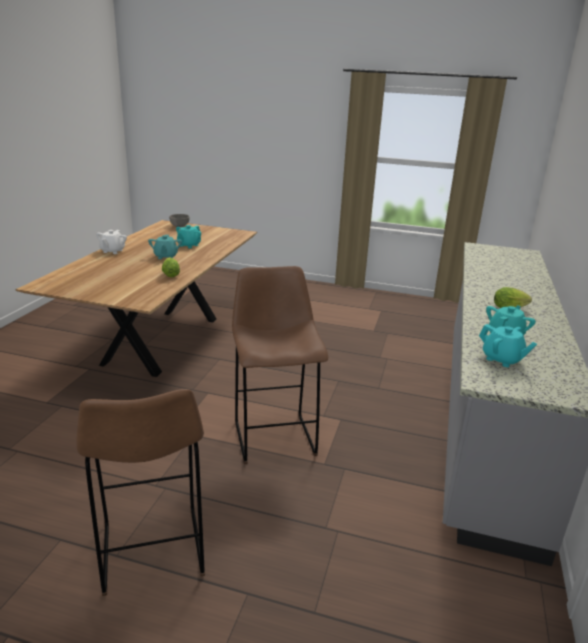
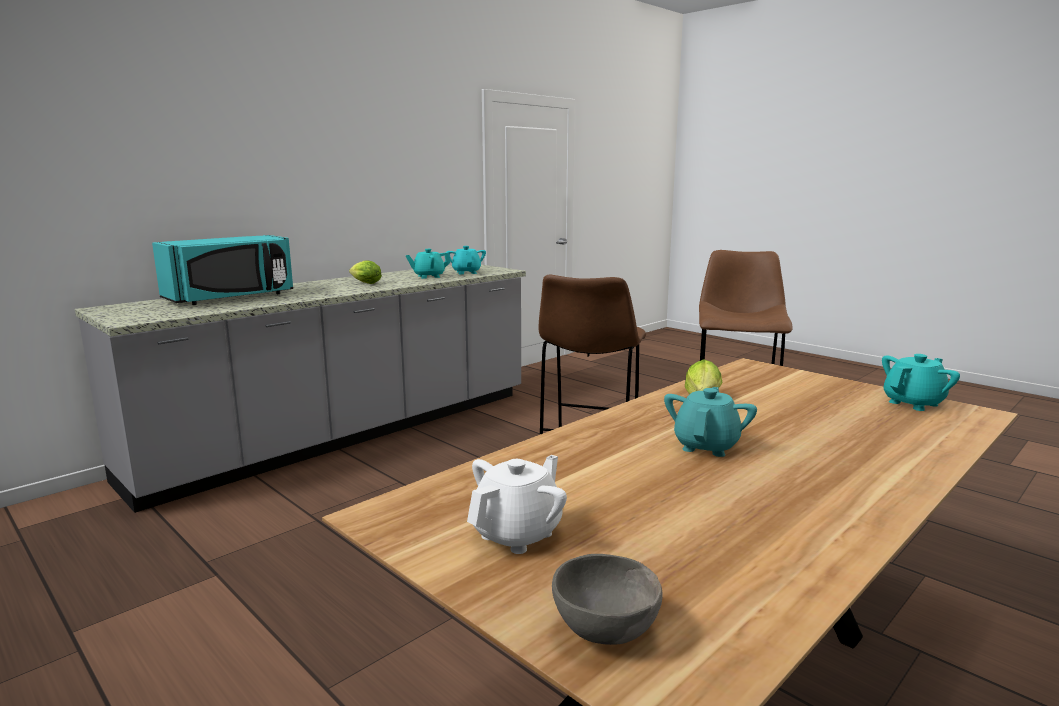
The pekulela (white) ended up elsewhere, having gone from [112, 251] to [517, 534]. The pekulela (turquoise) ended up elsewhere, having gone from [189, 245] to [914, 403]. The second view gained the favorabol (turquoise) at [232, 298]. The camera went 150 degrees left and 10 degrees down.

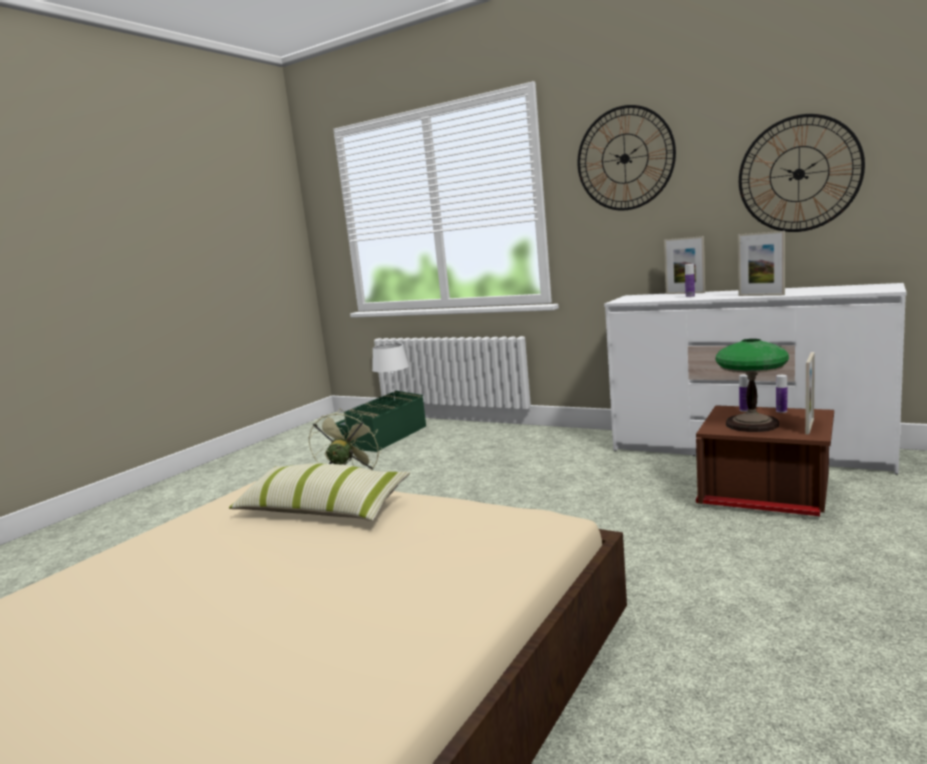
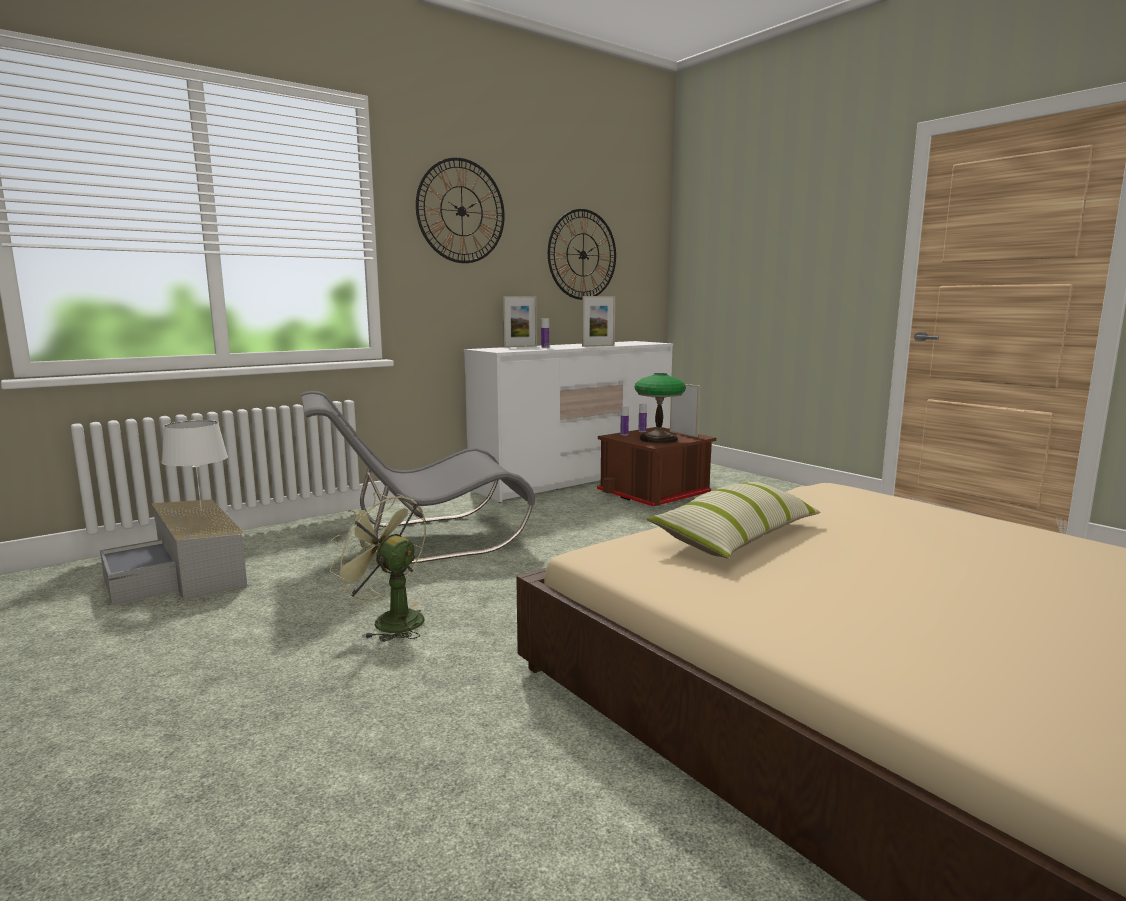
What was the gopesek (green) at [379, 437] turned into the gopesek (grey) at [183, 576]. The second view gained the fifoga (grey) at [420, 541]. The camera went 70 degrees left and 0 degrees up.

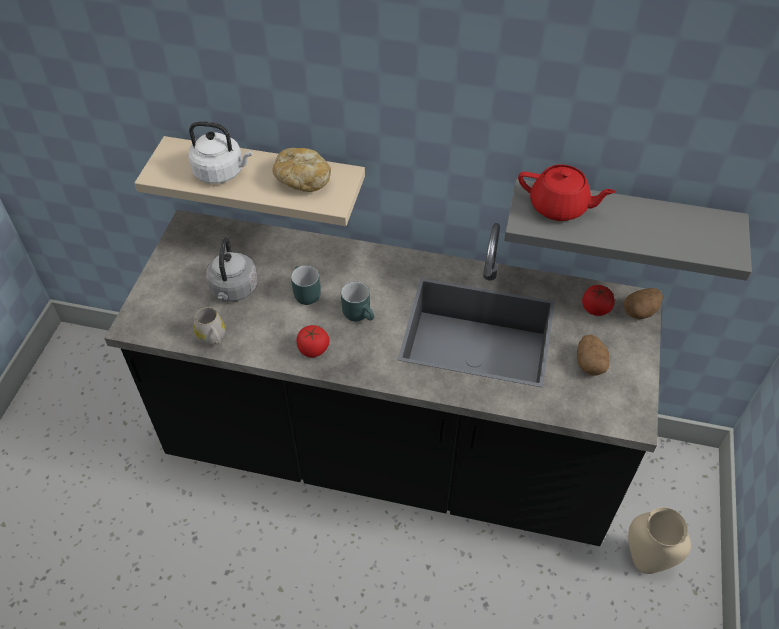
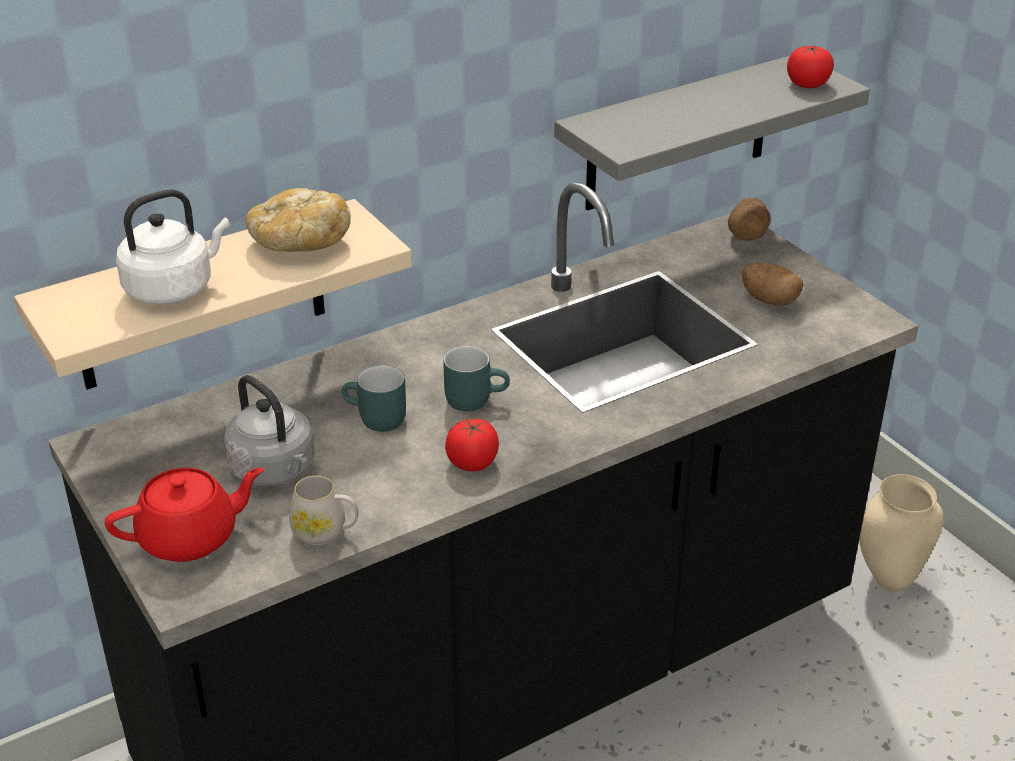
The pekulela (red) ended up elsewhere, having gone from [559, 207] to [190, 537]. The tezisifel ended up elsewhere, having gone from [595, 308] to [807, 84]. The camera went 45 degrees left and 15 degrees down.

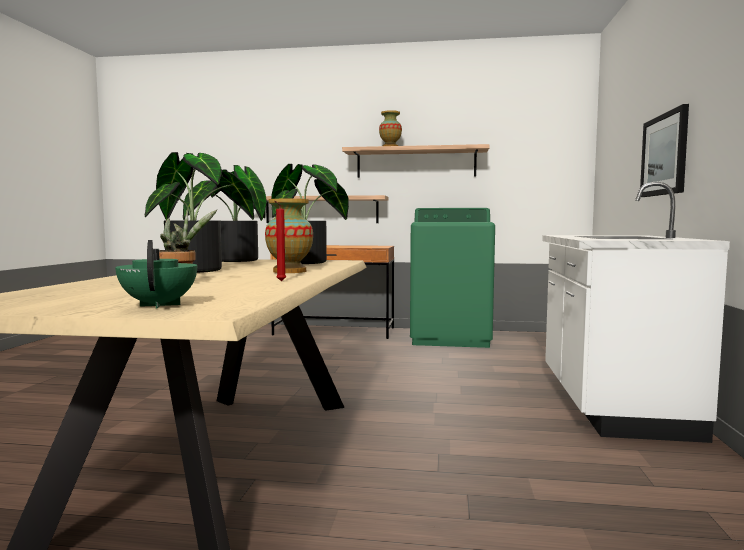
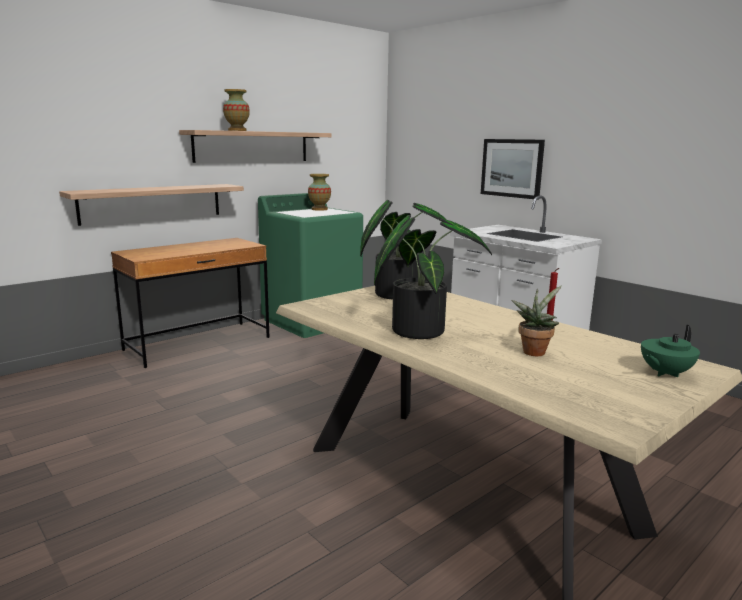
The pekulela (green) at [160, 305] ended up facing another way, 60 degrees counterclockwise from before. The second view lost the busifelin at [230, 260]. The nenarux ended up elsewhere, having gone from [290, 271] to [319, 209]. The camera went 50 degrees left and 10 degrees up.

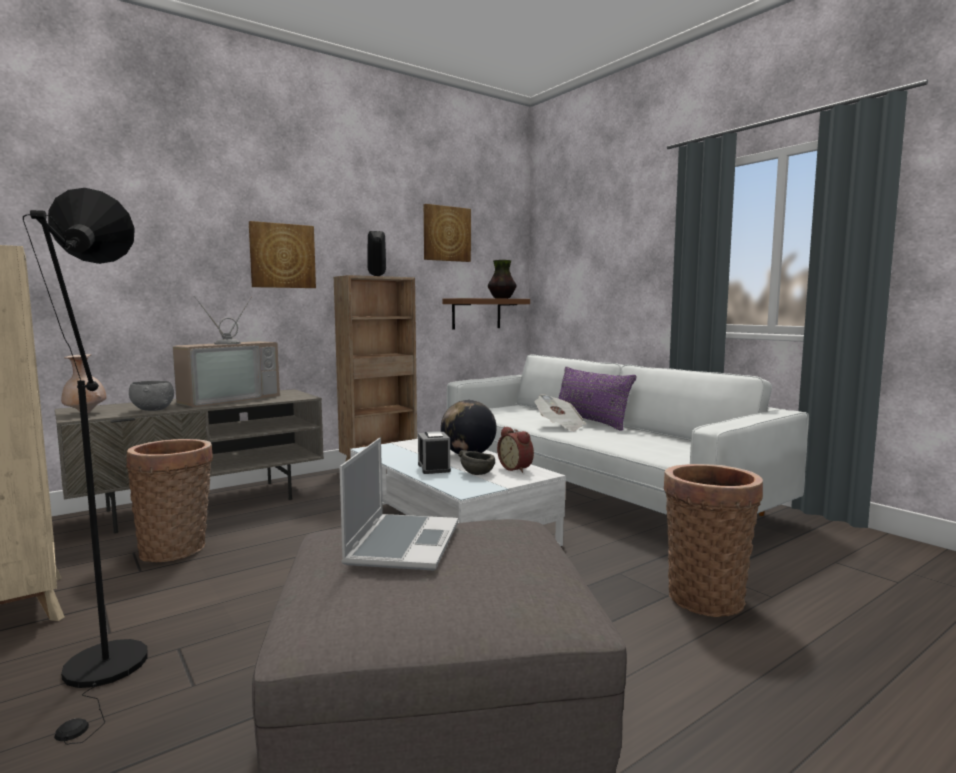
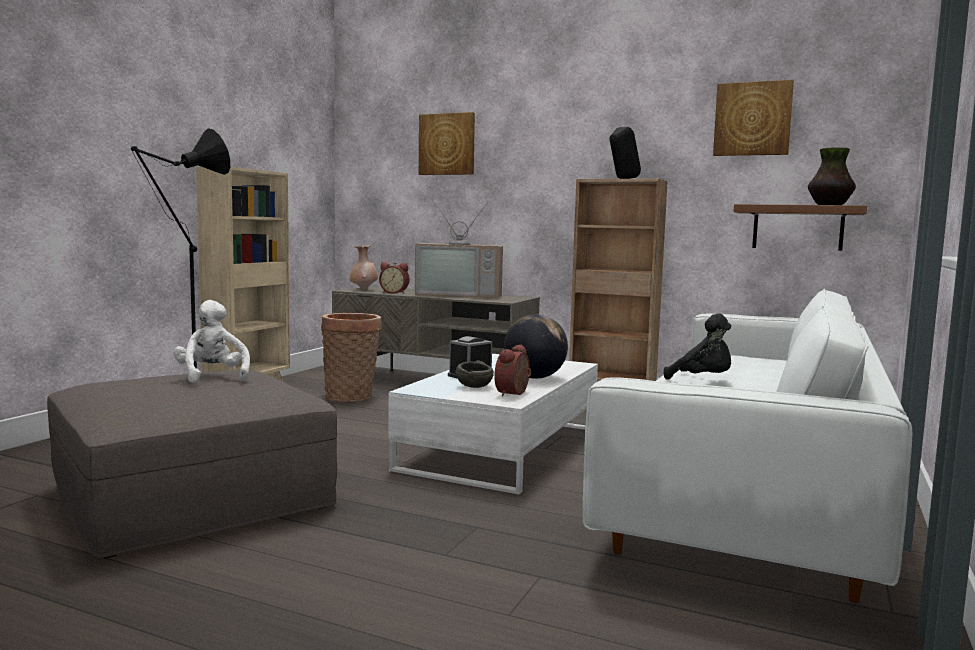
Where the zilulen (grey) stood at [153, 409], the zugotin came to stand at [394, 293]. The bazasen ended up elsewhere, having gone from [282, 256] to [447, 144]. Where the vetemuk stood at [402, 543], the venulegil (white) came to stand at [212, 377]. Where the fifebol stood at [560, 426], the venulegil (black) came to stand at [702, 380]. The second view lost the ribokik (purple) at [590, 422]. The second view lost the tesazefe at [706, 596]. The camera went 60 degrees right and 0 degrees up.

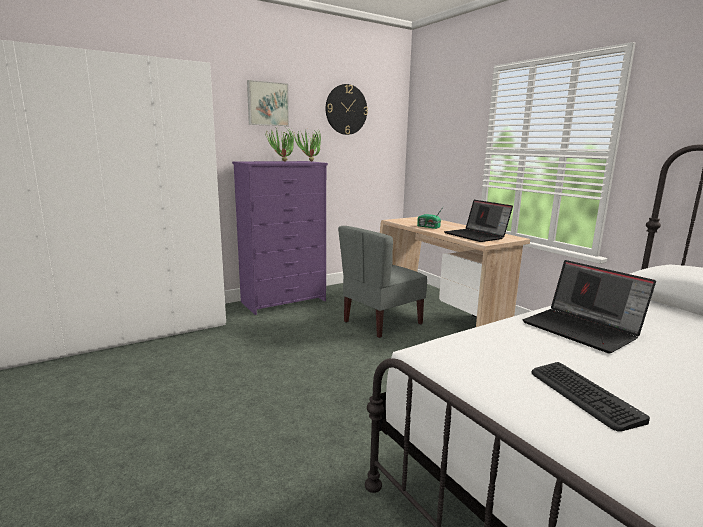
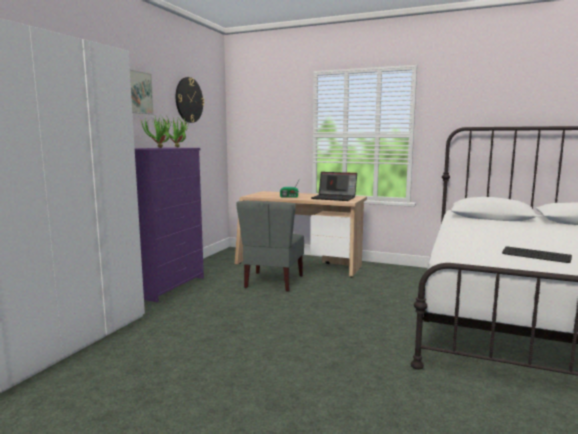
The second view lost the vetemuk at [583, 329]. The camera went 35 degrees left and 5 degrees down.

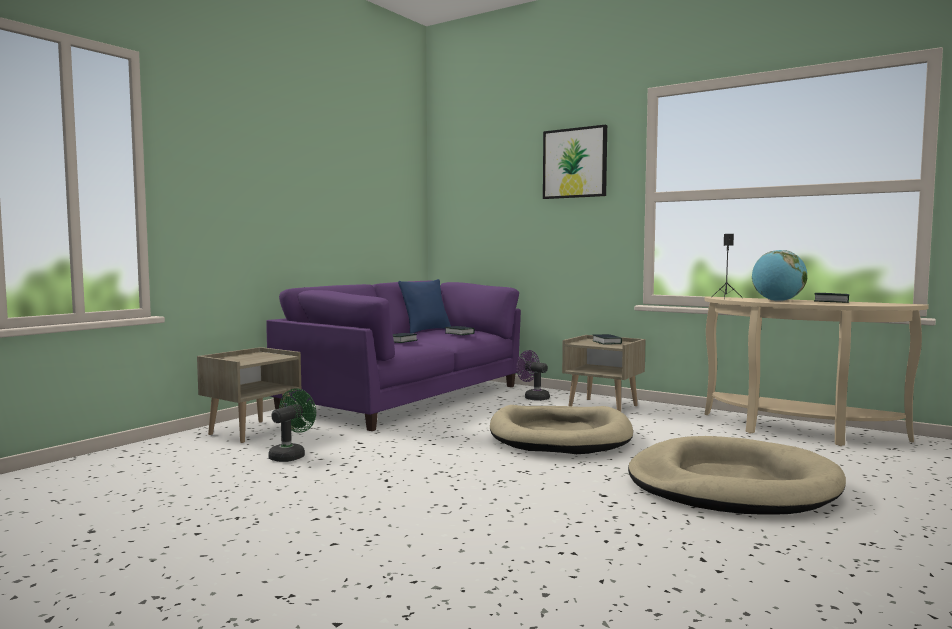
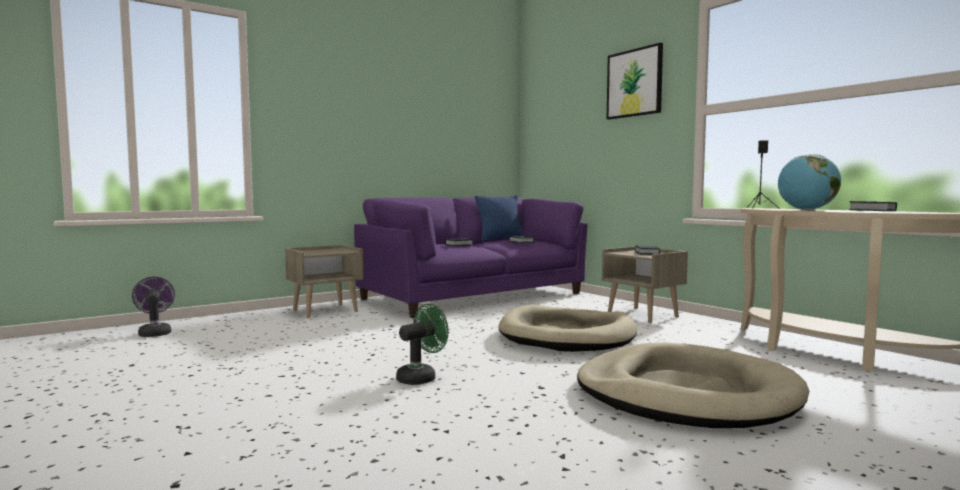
The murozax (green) ended up elsewhere, having gone from [291, 455] to [421, 377]. The murozax (purple) ended up elsewhere, having gone from [533, 397] to [155, 333]. The camera went 20 degrees right and 0 degrees up.

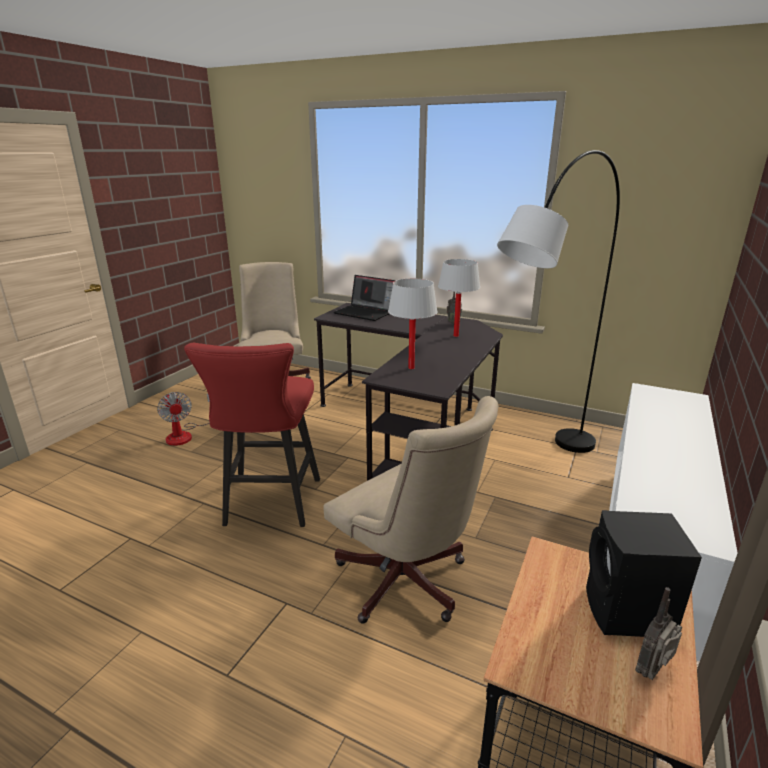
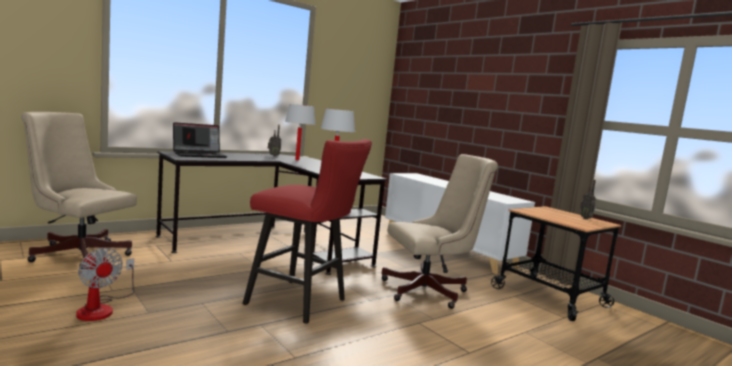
The murozax at [185, 434] ended up facing another way, 45 degrees clockwise from before. The second view lost the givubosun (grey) at [538, 472]. The second view lost the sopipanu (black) at [628, 614]. The camera went 65 degrees left and 15 degrees down.

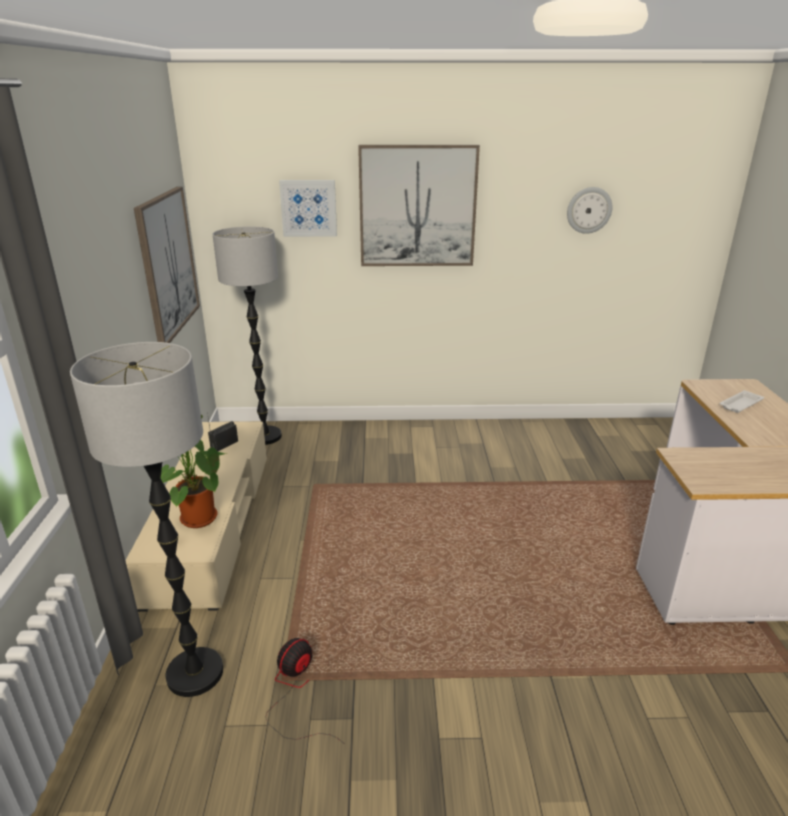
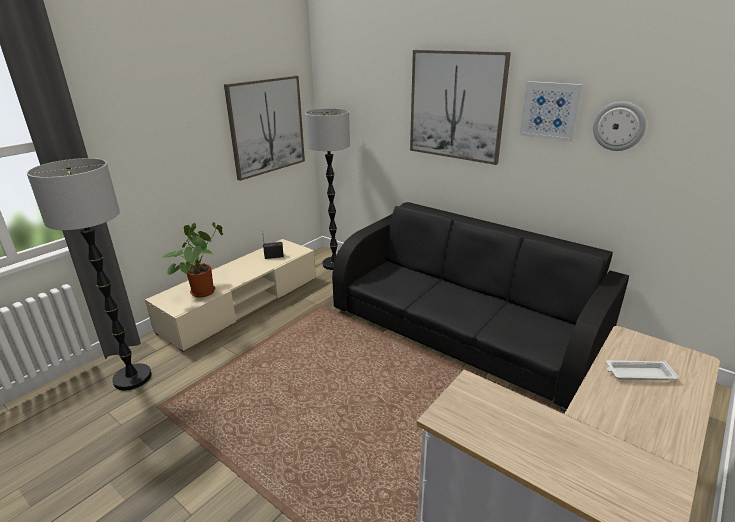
The second view lost the murozax at [296, 693]. The bazasen ended up elsewhere, having gone from [308, 208] to [550, 110]. The second view gained the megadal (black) at [464, 329]. The camera went 40 degrees right and 0 degrees up.

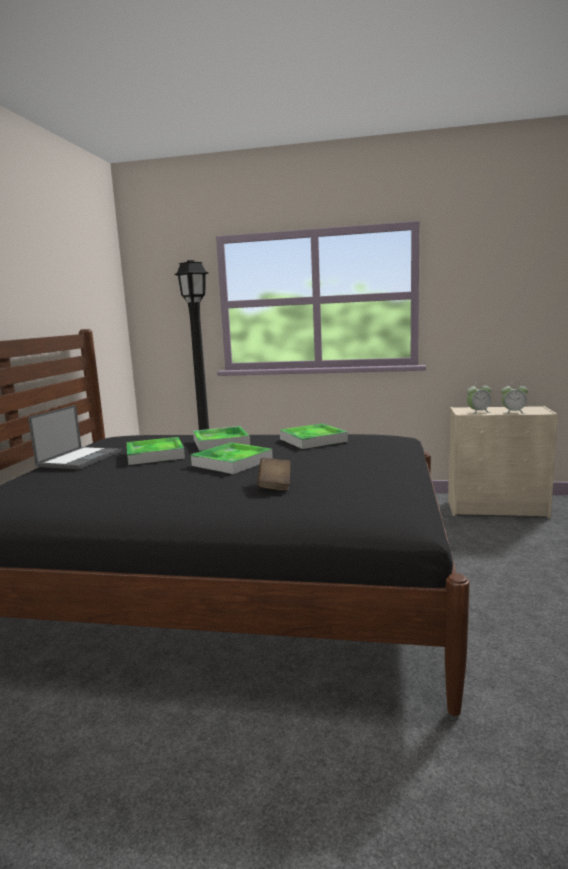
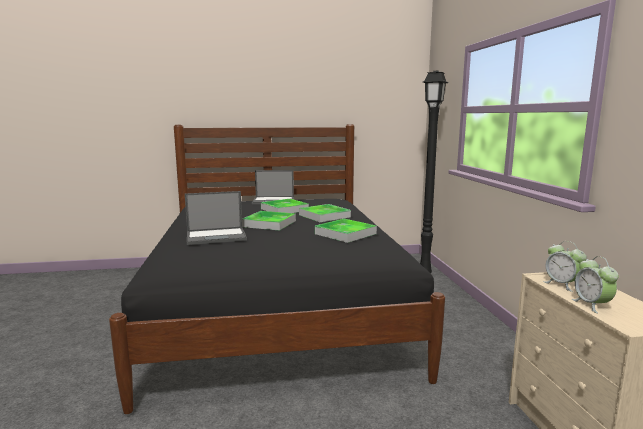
Where the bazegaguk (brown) stood at [275, 485], the vetemuk came to stand at [217, 236]. The camera went 70 degrees right and 0 degrees up.

